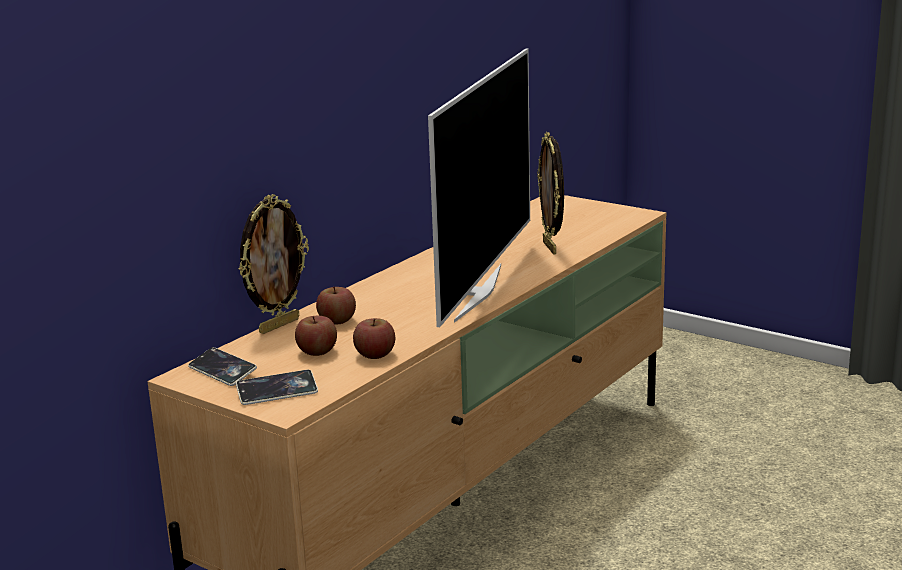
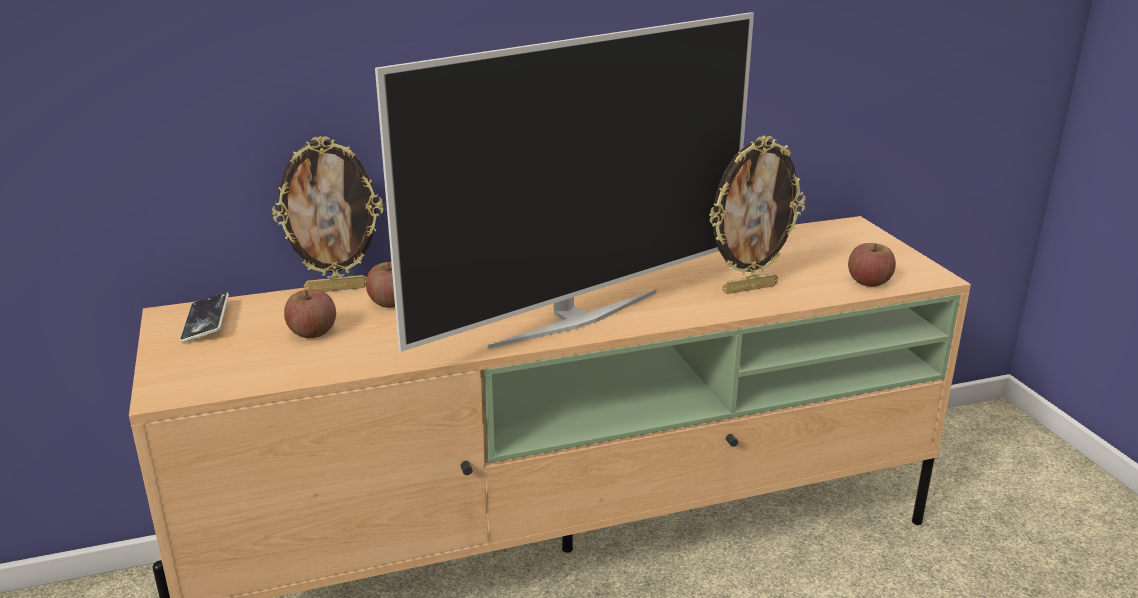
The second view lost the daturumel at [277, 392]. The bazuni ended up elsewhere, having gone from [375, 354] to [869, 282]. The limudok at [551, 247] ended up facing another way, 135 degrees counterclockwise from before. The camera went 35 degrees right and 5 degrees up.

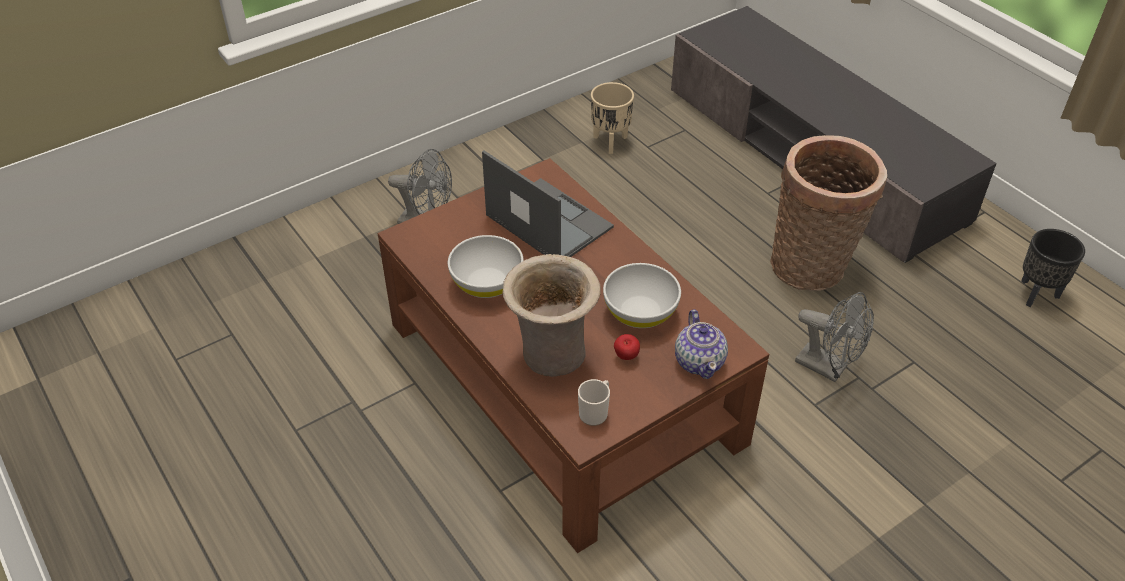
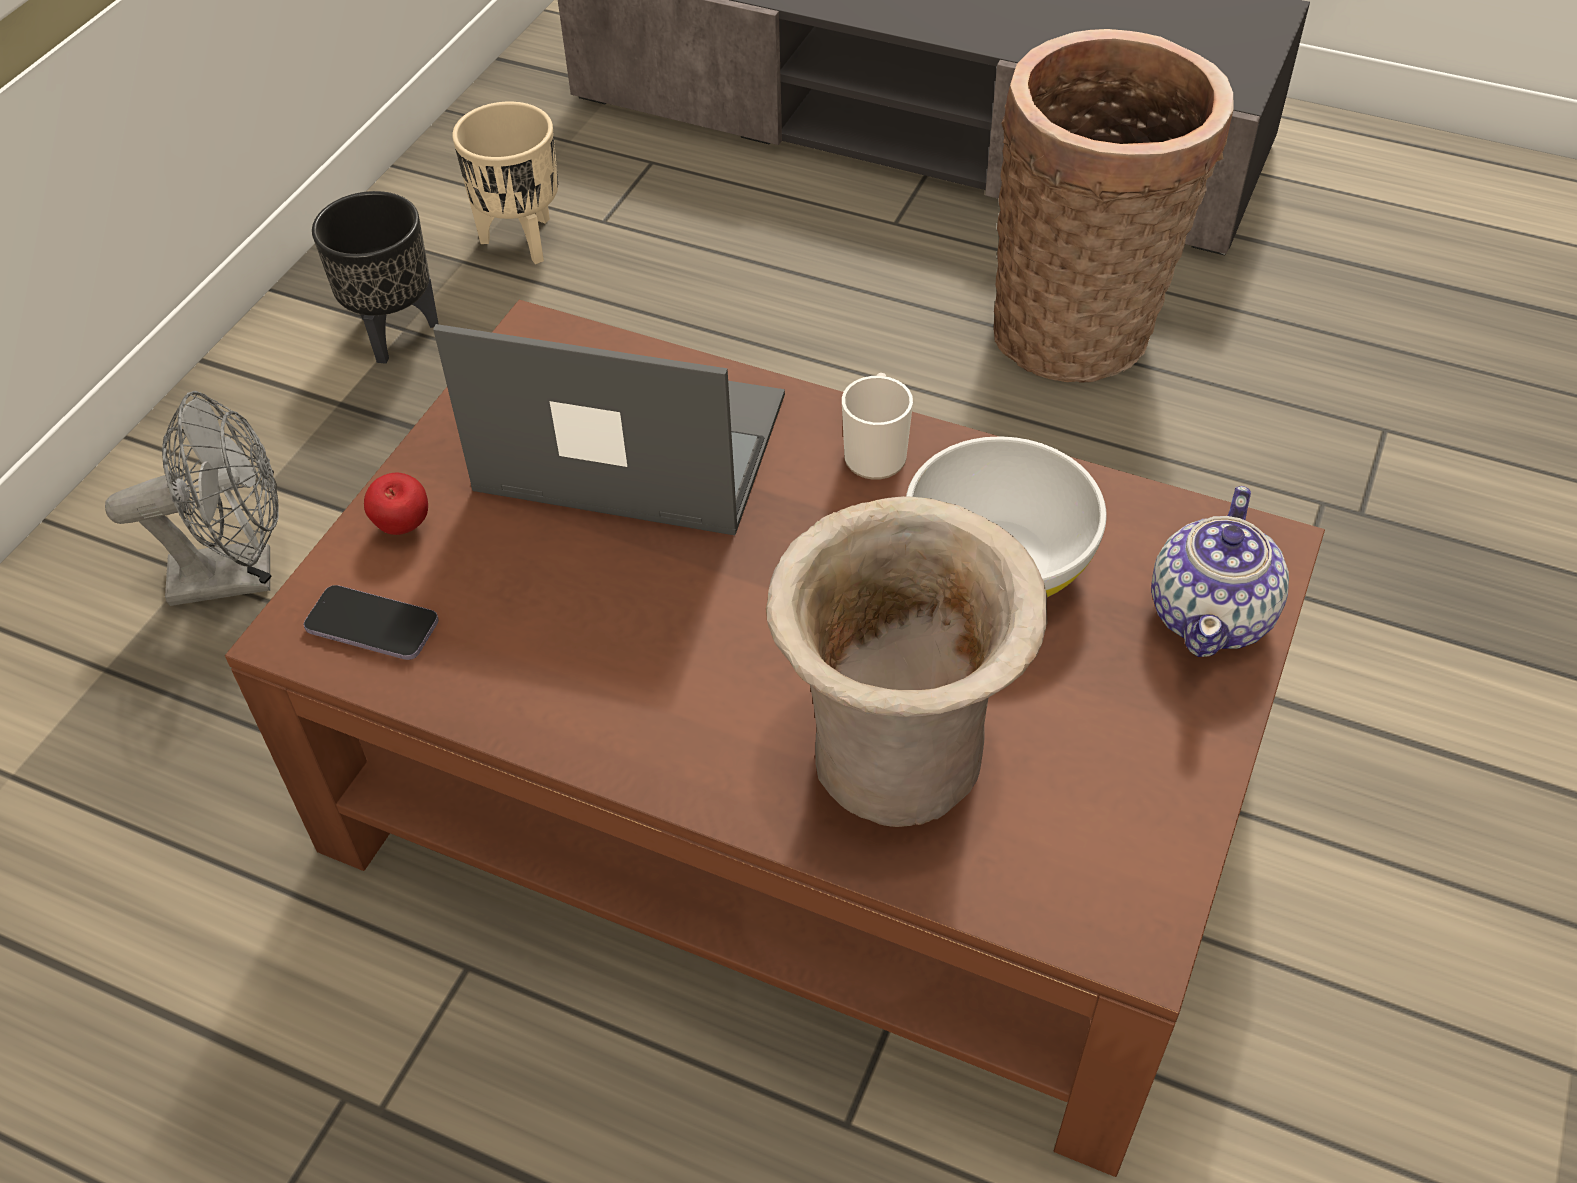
The second view lost the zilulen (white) at [487, 283]. The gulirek ended up elsewhere, having gone from [595, 412] to [876, 452]. The bazuni ended up elsewhere, having gone from [626, 357] to [403, 528]. The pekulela at [699, 361] ended up facing another way, 60 degrees clockwise from before. The second view lost the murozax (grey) at [828, 368]. The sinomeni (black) ended up elsewhere, having gone from [1036, 293] to [394, 333]. The second view gained the daturumel at [372, 626]. The camera went 30 degrees left and 5 degrees up.

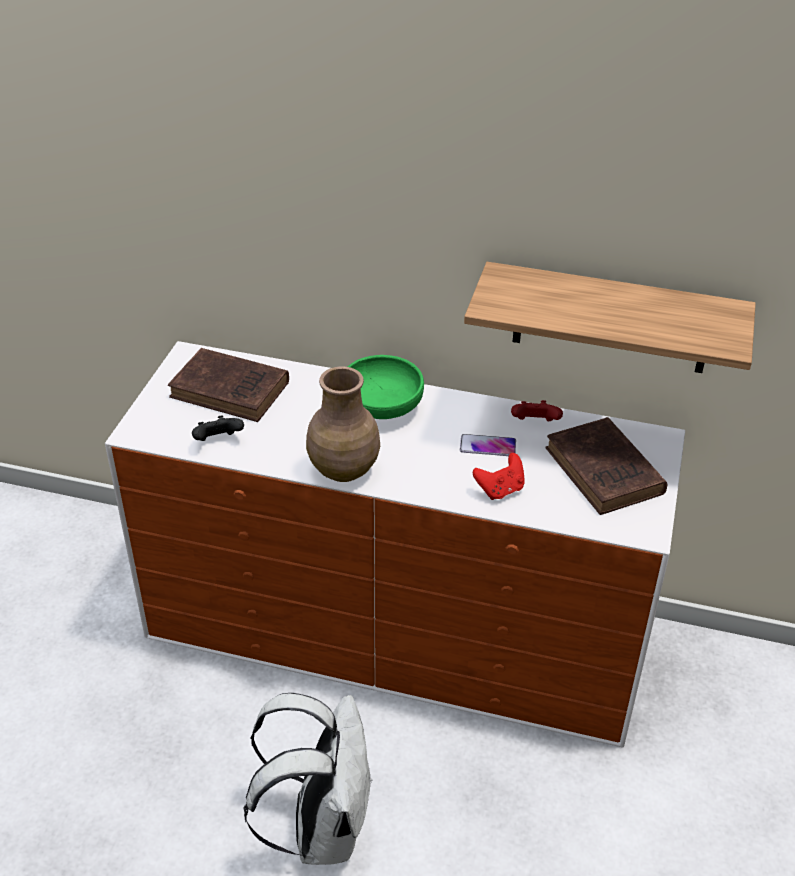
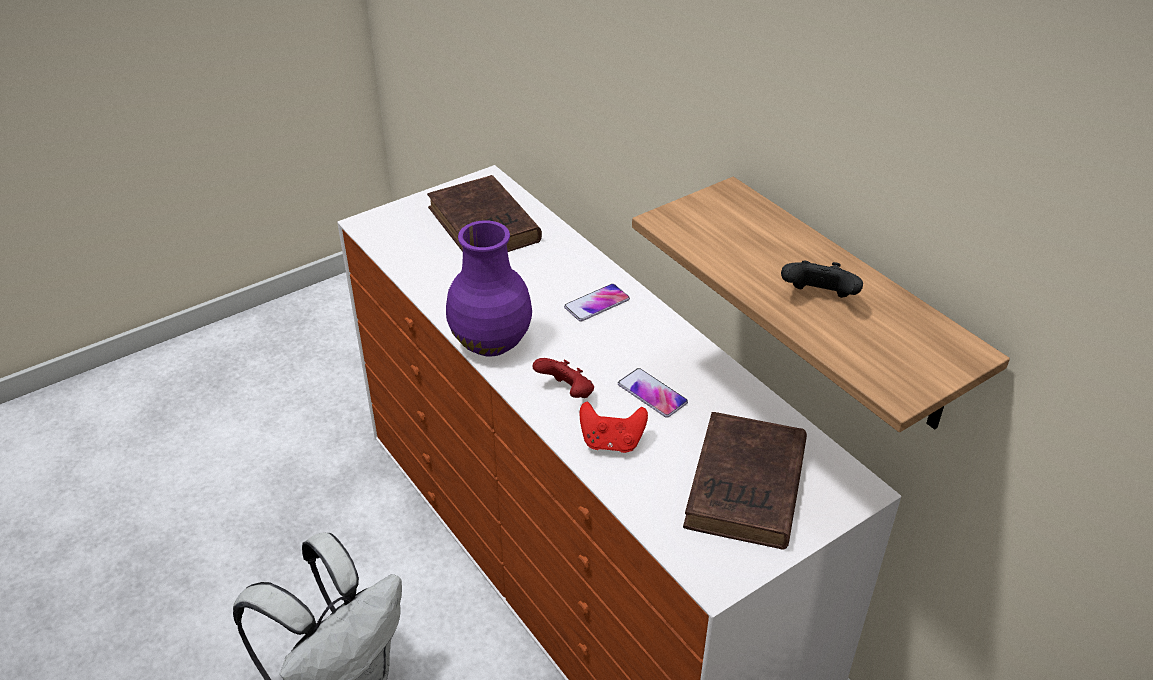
The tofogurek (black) ended up elsewhere, having gone from [218, 441] to [818, 298]. What was the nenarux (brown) at [345, 470] turned into the nenarux (purple) at [492, 343]. Where the zilulen (green) stood at [382, 406], the daturumel came to stand at [597, 303]. The tofogurek (red) ended up elsewhere, having gone from [534, 424] to [566, 393]. The camera went 40 degrees right and 0 degrees up.

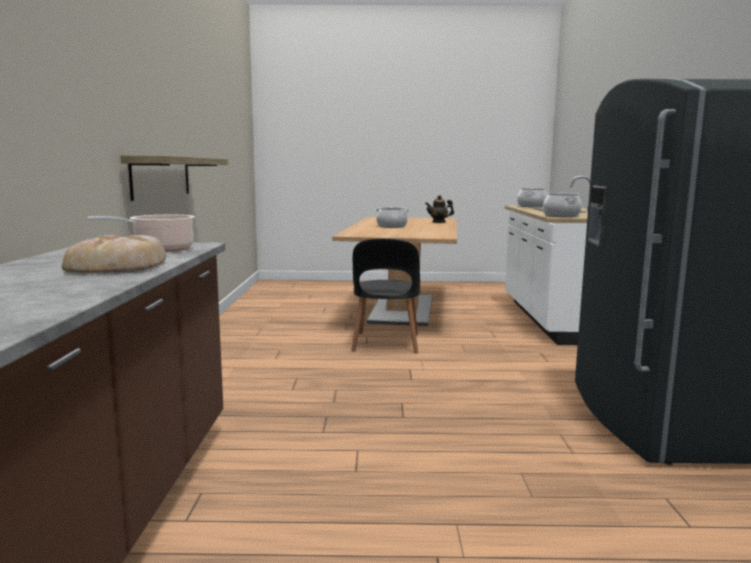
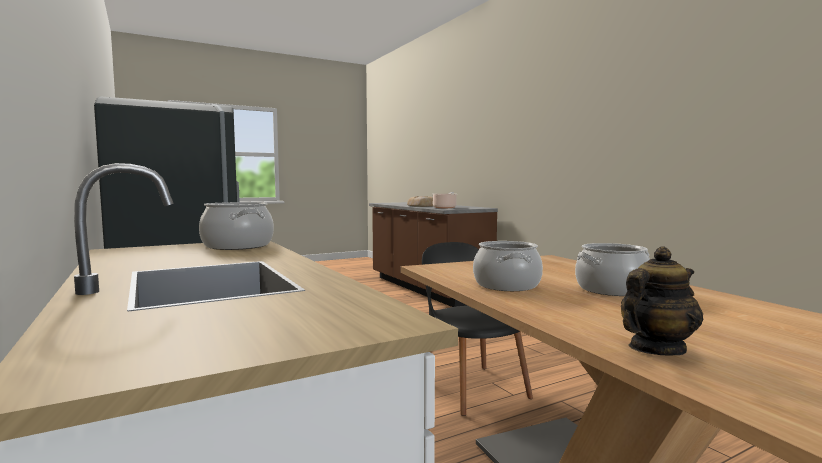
The second view lost the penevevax at [161, 177]. The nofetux ended up elsewhere, having gone from [531, 206] to [507, 285]. The camera went 150 degrees right and 5 degrees down.

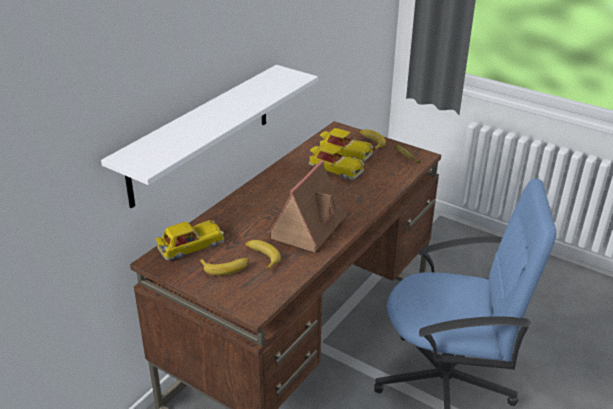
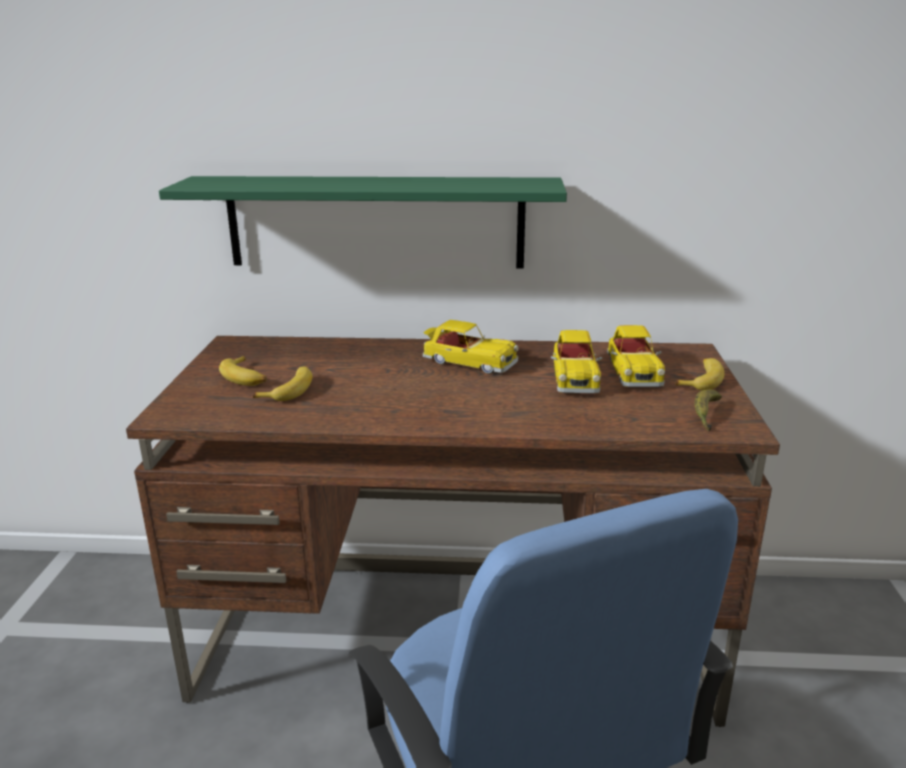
What was the penevevax (white) at [201, 134] turned into the penevevax (green) at [375, 222]. The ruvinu ended up elsewhere, having gone from [190, 247] to [468, 362]. The second view lost the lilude at [308, 227]. The camera went 60 degrees right and 10 degrees down.

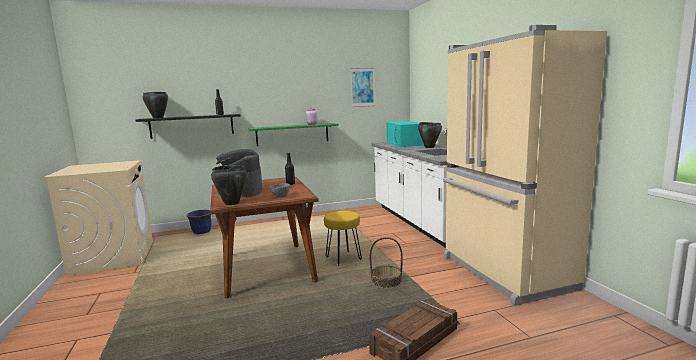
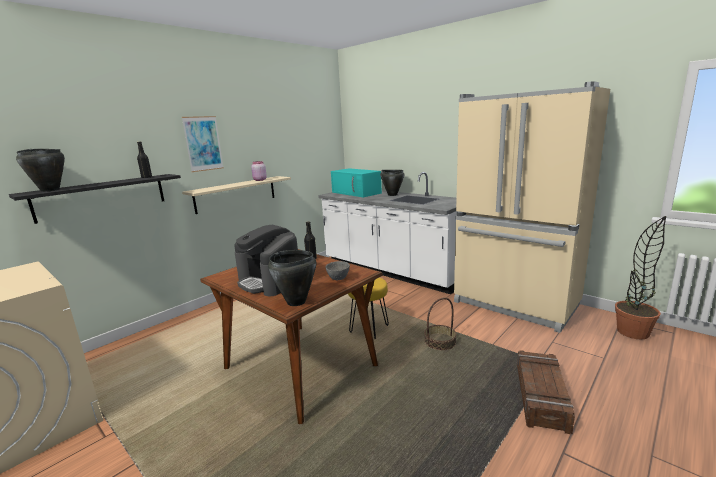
The second view lost the sinomeni (blue) at [202, 232]. What was the penevevax (green) at [292, 134] turned into the penevevax (beige) at [236, 194]. The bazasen ended up elsewhere, having gone from [362, 87] to [203, 143]. The second view gained the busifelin at [632, 332]. The camera went 30 degrees left and 5 degrees up.

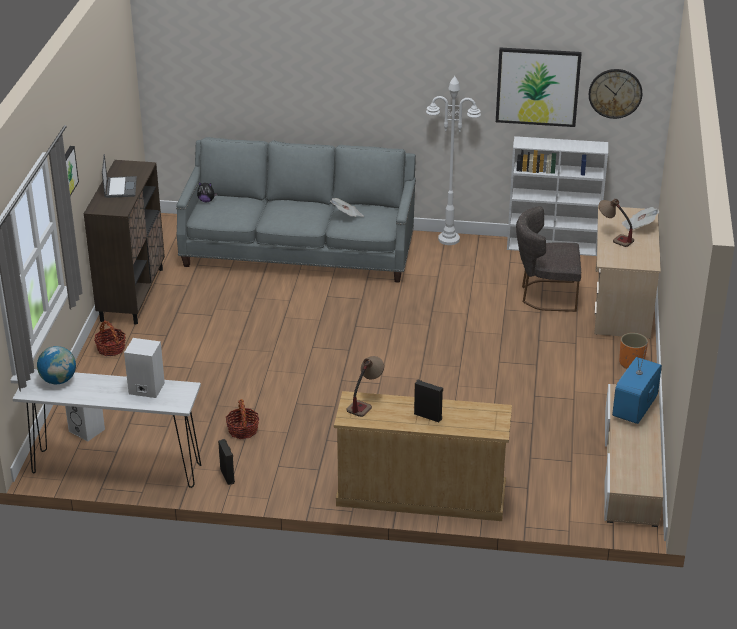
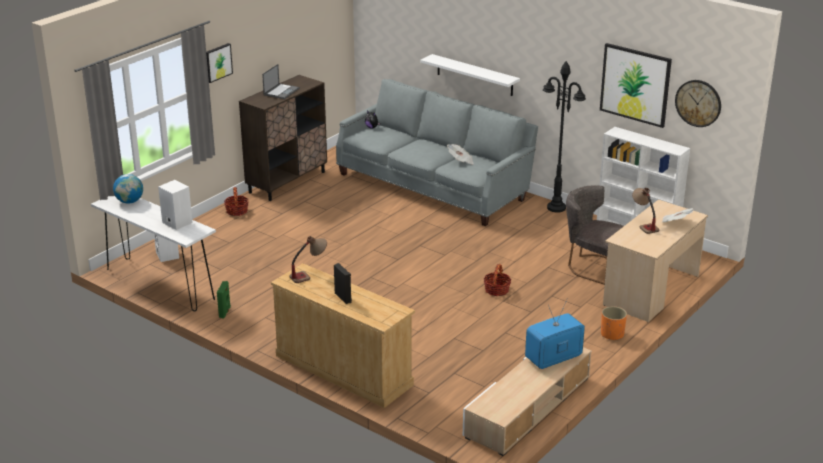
What was the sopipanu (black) at [228, 476] turned into the sopipanu (green) at [225, 312]. The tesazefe ended up elsewhere, having gone from [243, 430] to [497, 290]. What was the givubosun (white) at [449, 239] turned into the givubosun (black) at [556, 208]. The second view gained the penevevax (white) at [474, 75]. The camera went 30 degrees right and 5 degrees down.

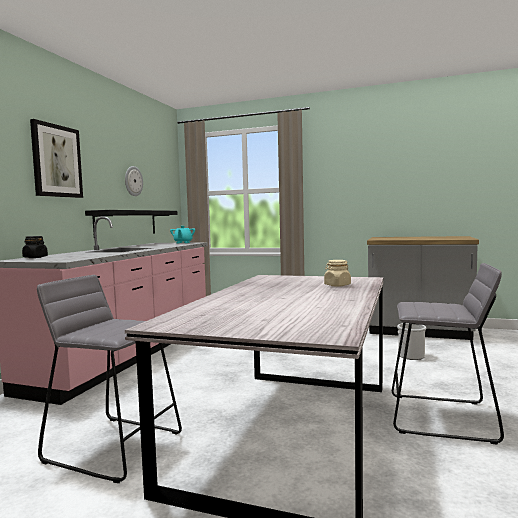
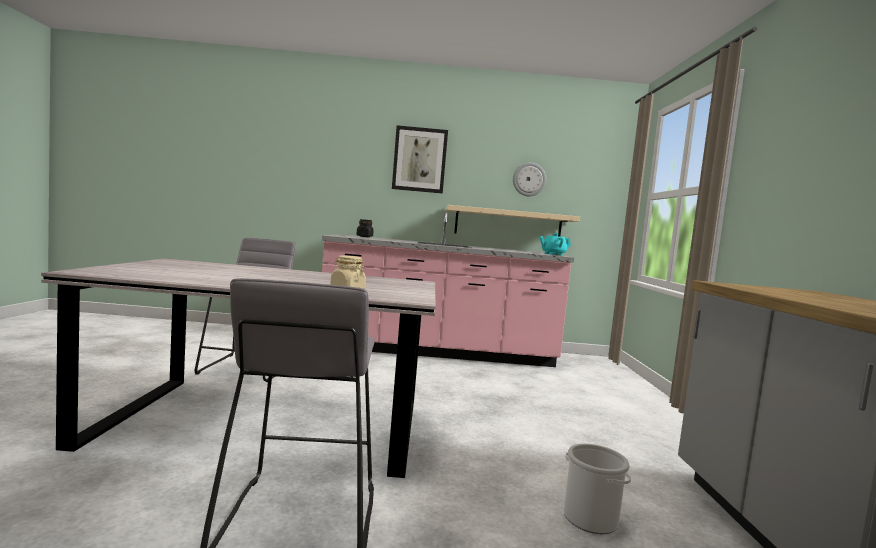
What was the penevevax (black) at [126, 223] turned into the penevevax (beige) at [508, 224]. The camera went 70 degrees right and 0 degrees up.

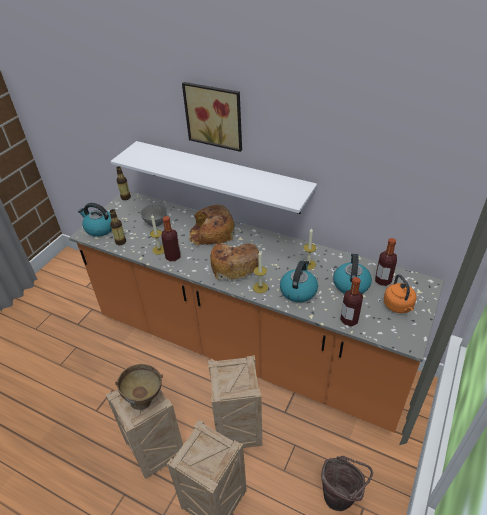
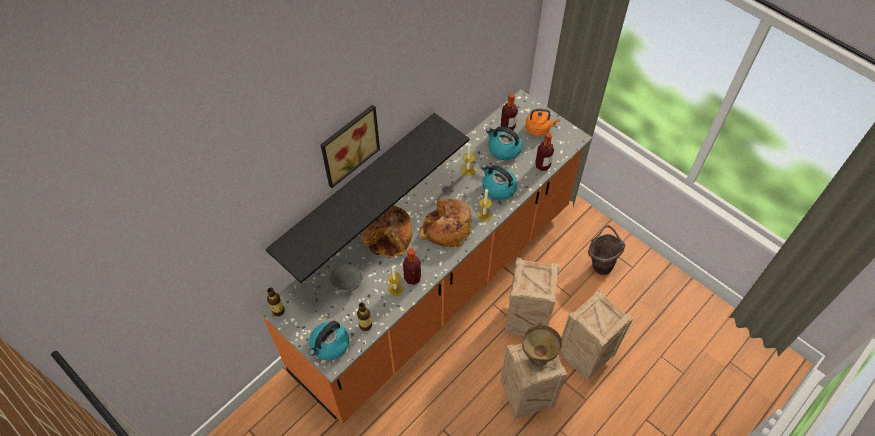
What was the penevevax (white) at [221, 177] turned into the penevevax (black) at [356, 189]. The camera went 75 degrees left and 15 degrees up.

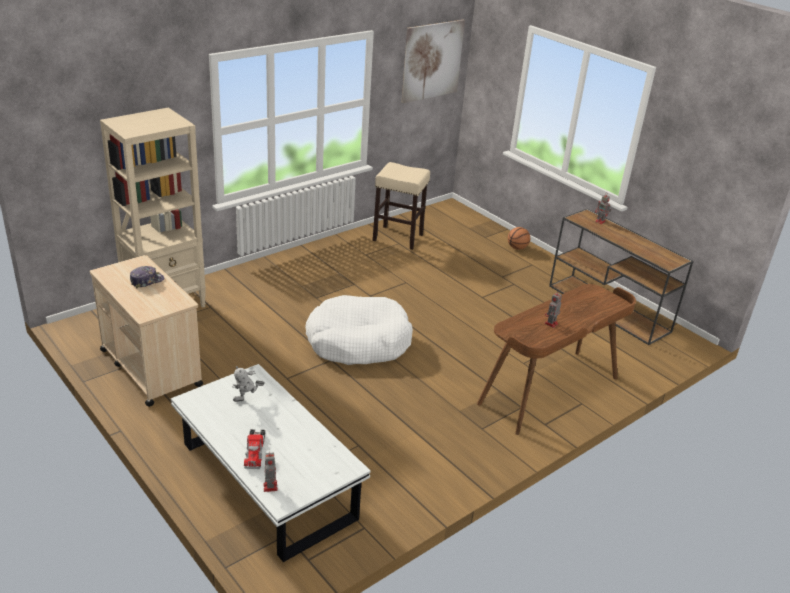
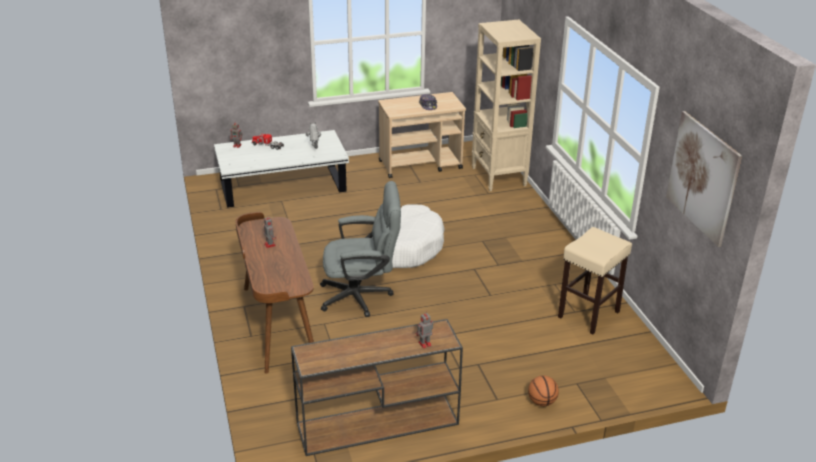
The second view gained the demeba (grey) at [362, 296]. The camera went 115 degrees right and 0 degrees up.

